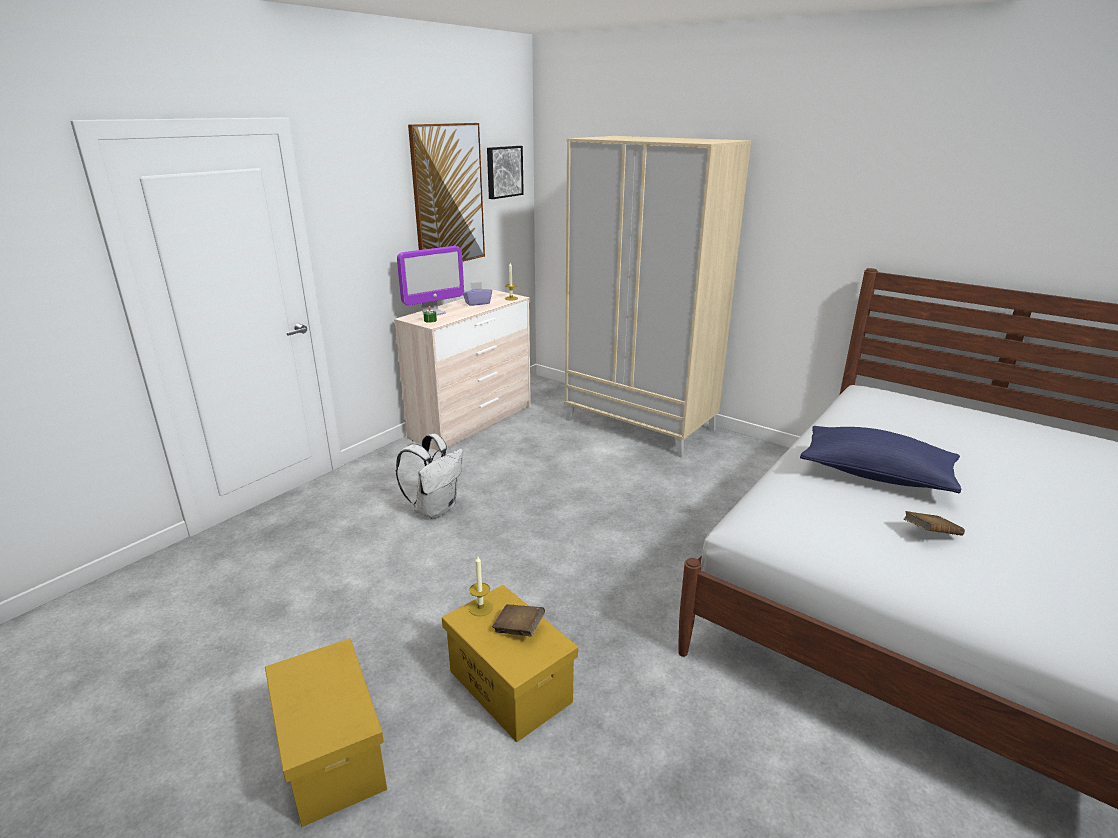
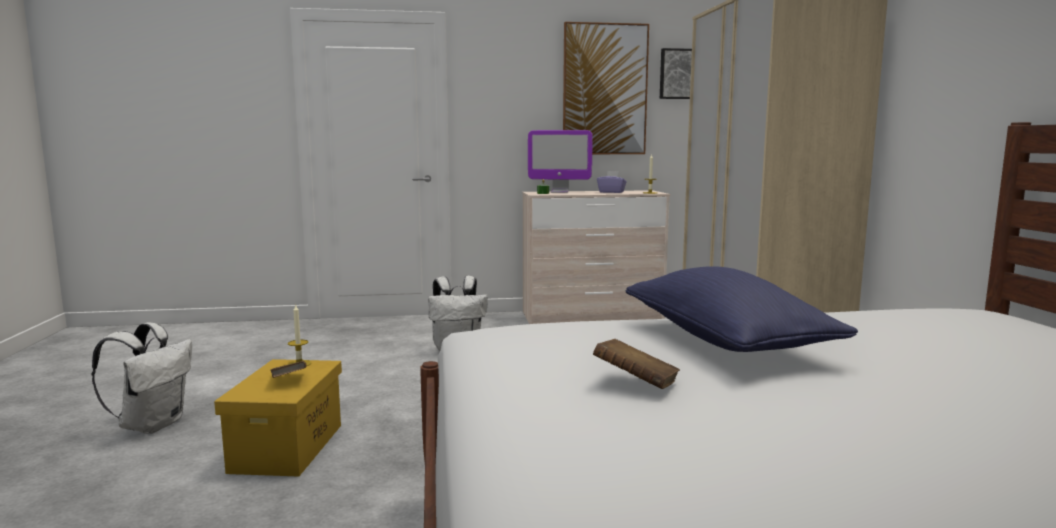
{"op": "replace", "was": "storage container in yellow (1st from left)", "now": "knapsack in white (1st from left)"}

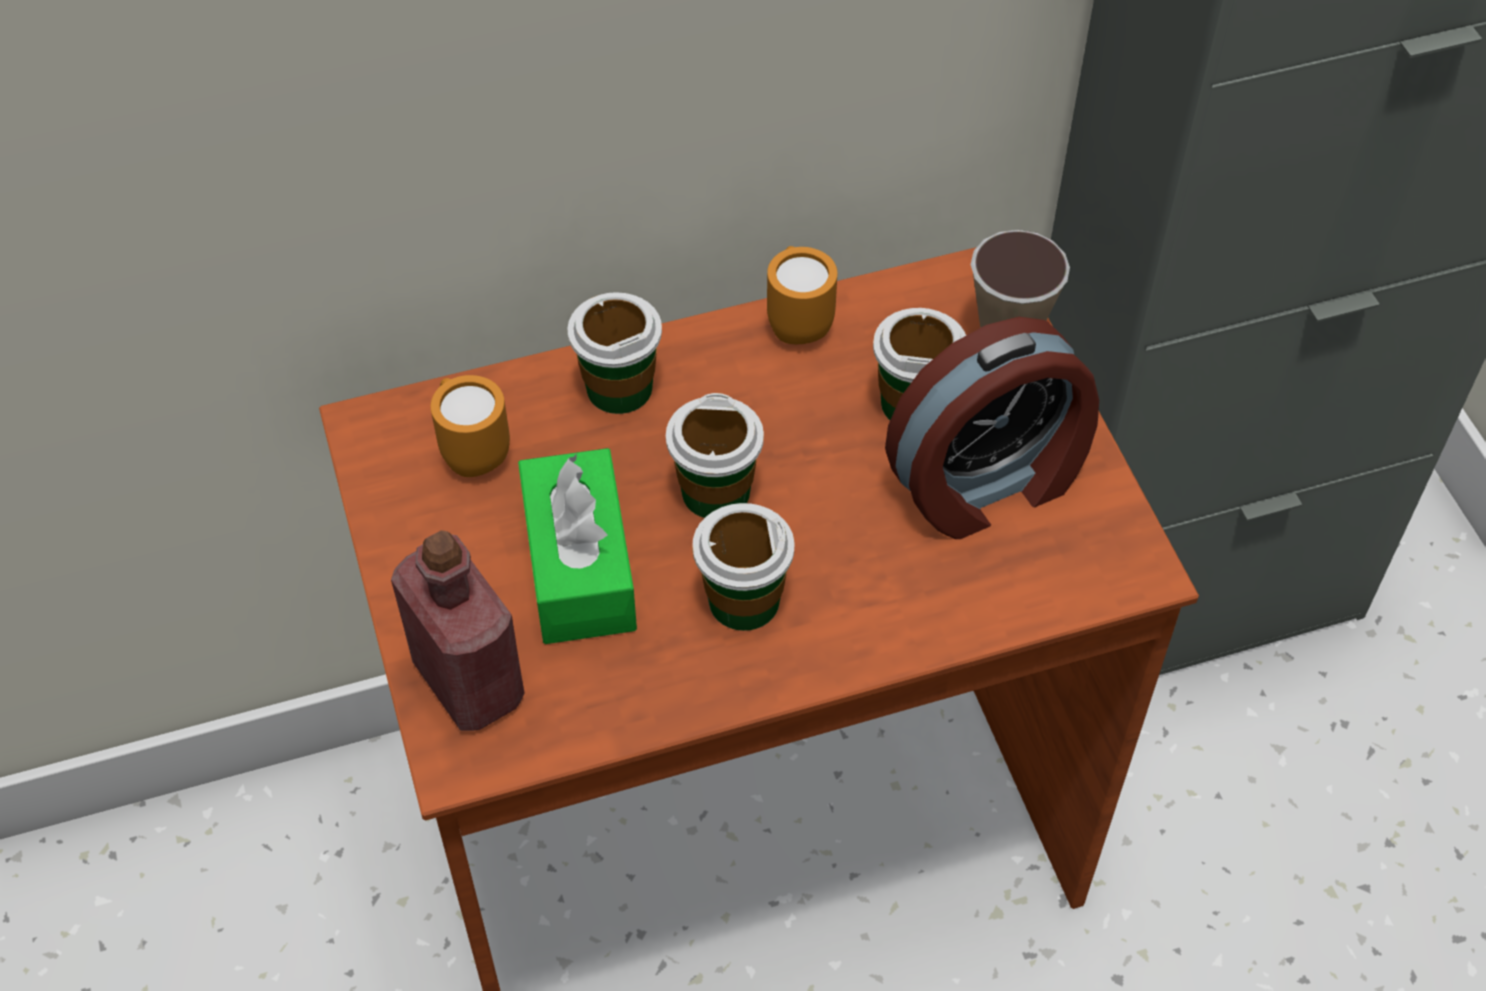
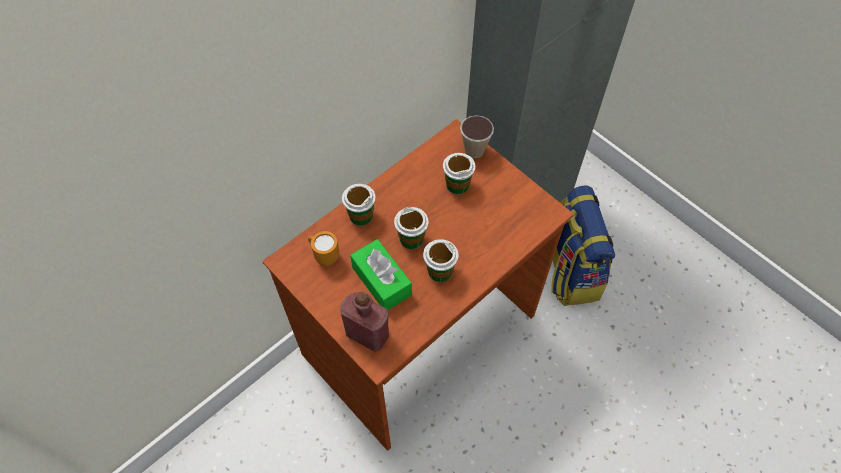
{"op": "insert", "now": "knapsack"}
{"op": "delete", "was": "tea mug in orangey (2nd from left)"}
{"op": "delete", "was": "alarm clock"}

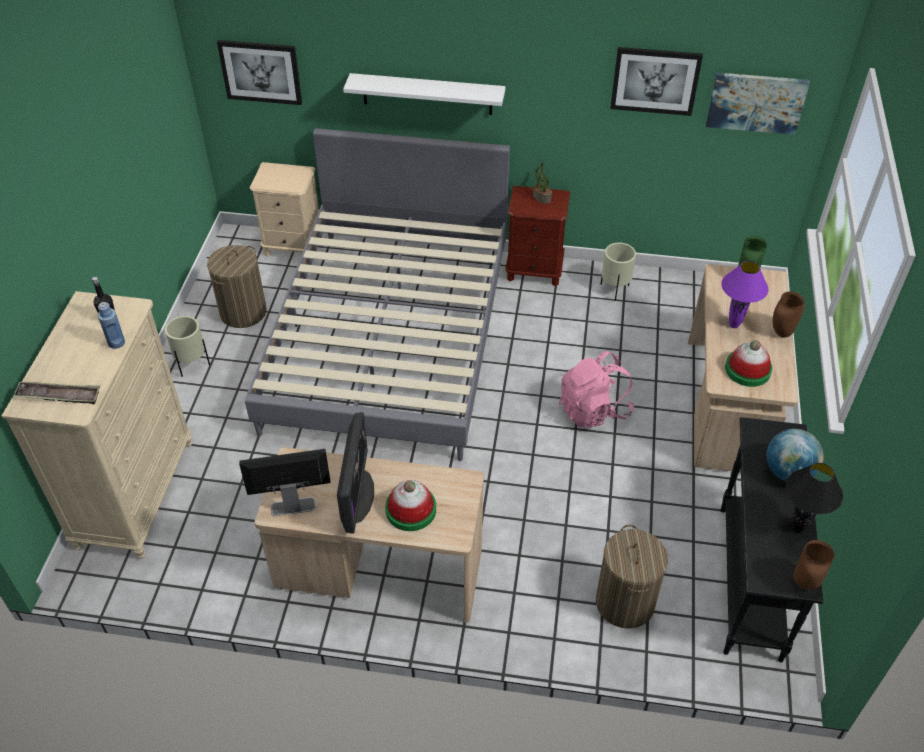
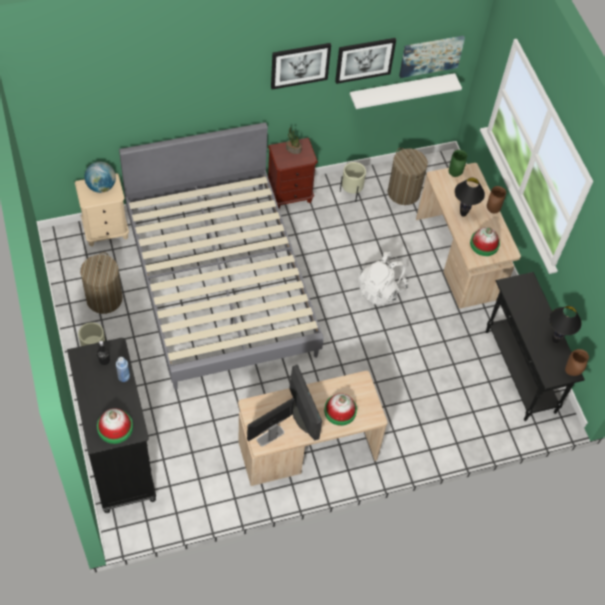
{"op": "recolor", "was": "drawer chest in beige", "now": "drawer chest in black-coloured"}
{"op": "move", "was": "world globe"}
{"op": "replace", "was": "serving tray", "now": "clothing hat (1st from left)"}
{"op": "move", "was": "wall art (1st from left)"}
{"op": "move", "was": "shelf in white"}
{"op": "recolor", "was": "knapsack in pink", "now": "knapsack in white"}
{"op": "move", "was": "hamper (2nd from left)"}
{"op": "recolor", "was": "table lamp in purple", "now": "table lamp in black-coloured (1st from left)"}

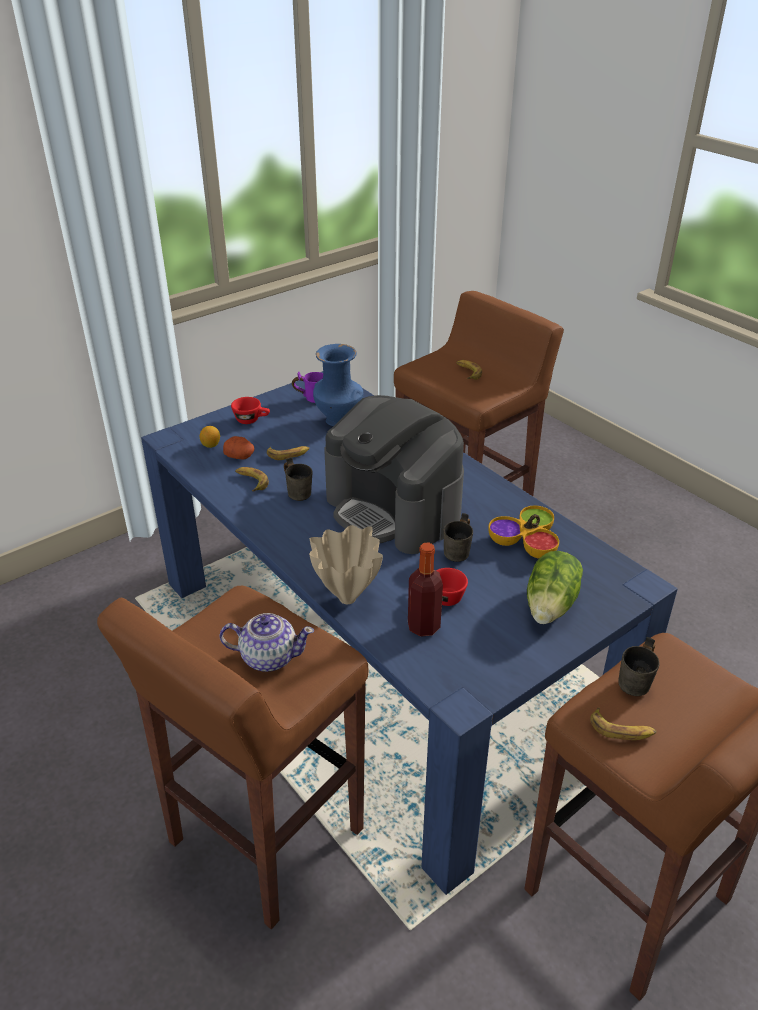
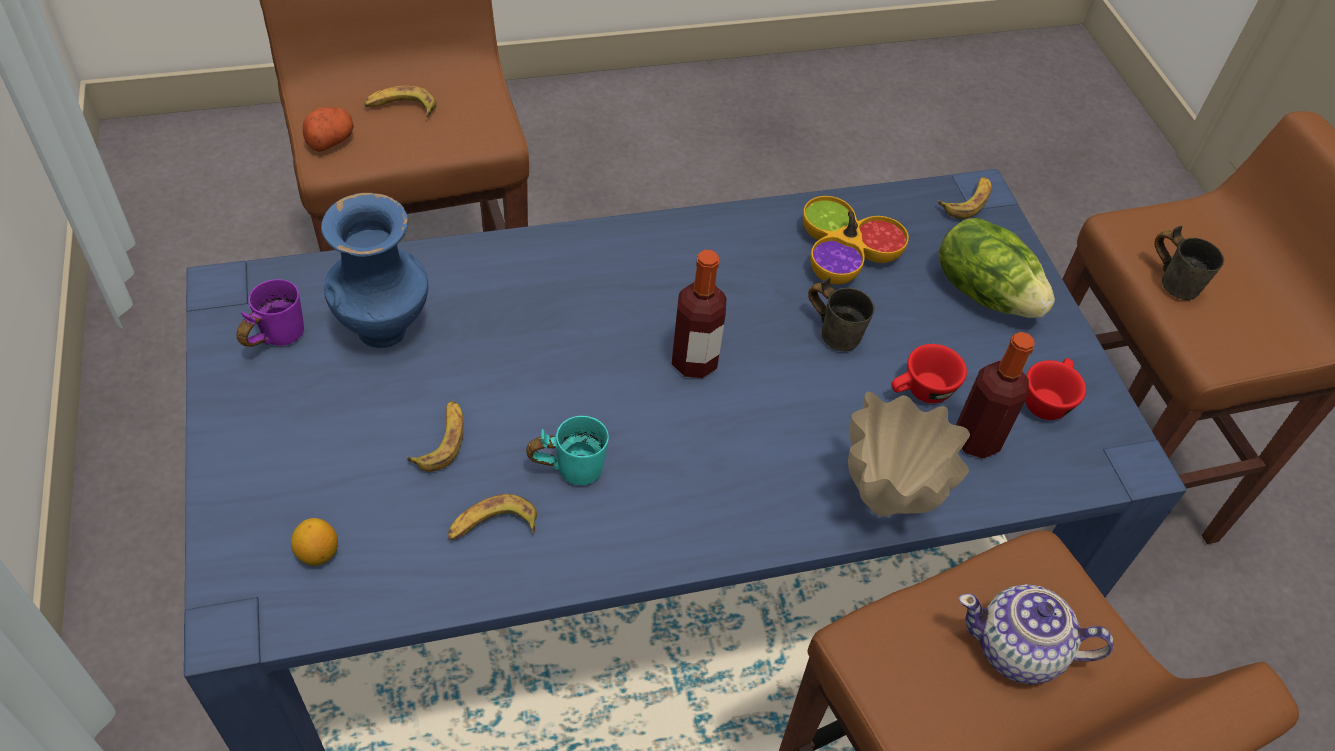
{"op": "move", "was": "whole potato"}
{"op": "recolor", "was": "tea mug in greyish (1st from left)", "now": "tea mug in turquoise"}
{"op": "replace", "was": "coffee maker", "now": "beverage bottle (1st from left)"}
{"op": "move", "was": "whole banana (4th from left)"}
{"op": "rotate", "was": "teapot", "clockwise": -105}
{"op": "move", "was": "drinking cup in red-coloured (1st from left in the first image)", "now": "drinking cup in red-coloured (2nd from left)"}

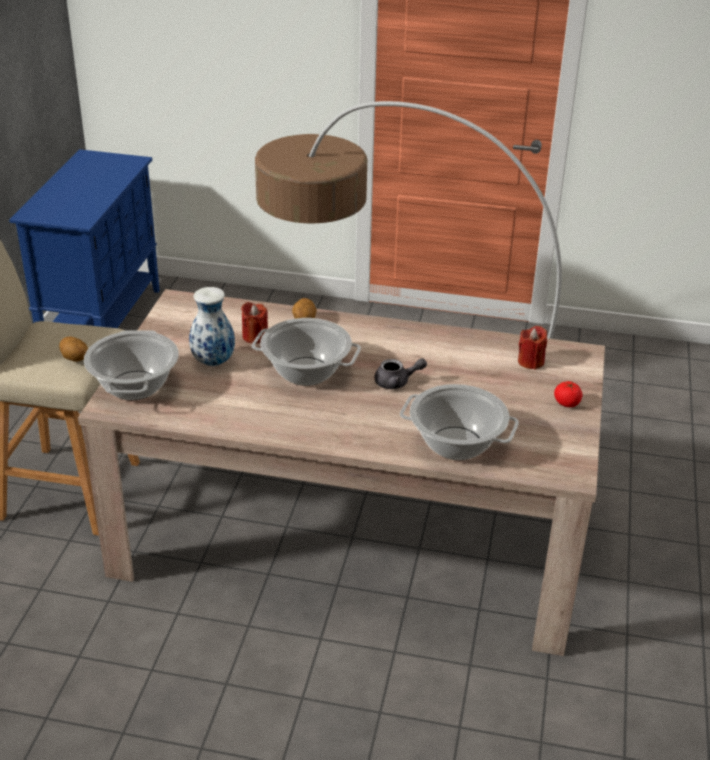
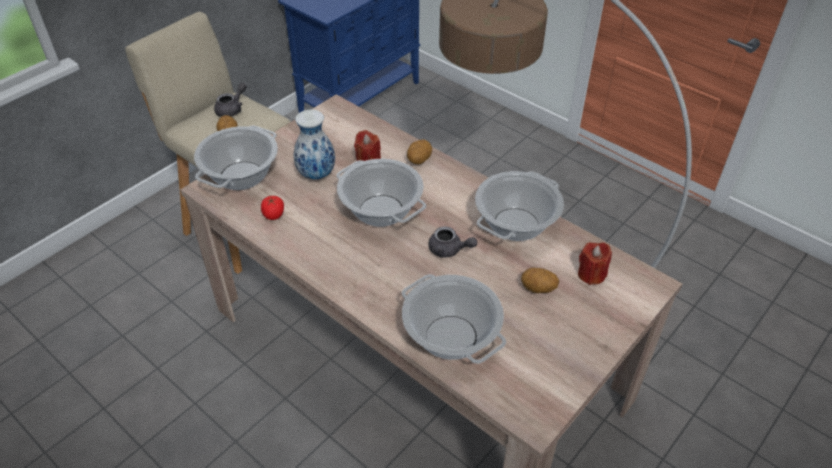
{"op": "insert", "now": "teapot in greyish (1st from left)"}
{"op": "move", "was": "whole tomato"}
{"op": "insert", "now": "cooking pot (4th from left)"}
{"op": "insert", "now": "whole potato (3rd from left)"}

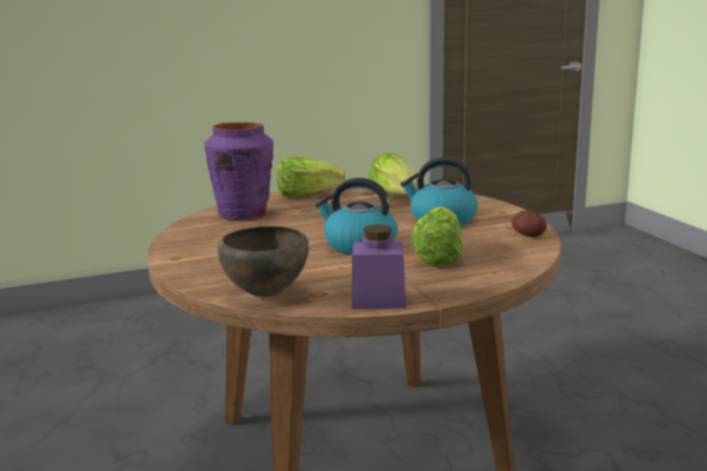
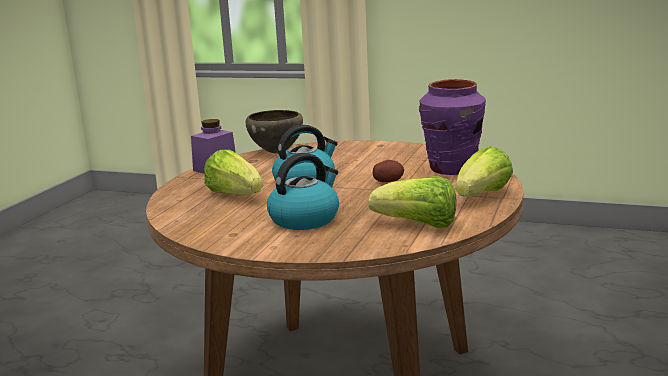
{"op": "move", "was": "whole potato"}

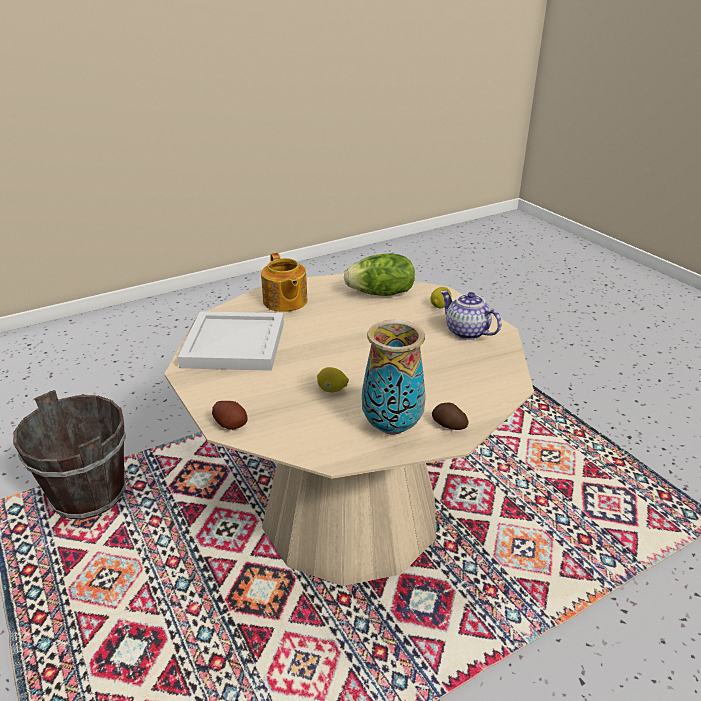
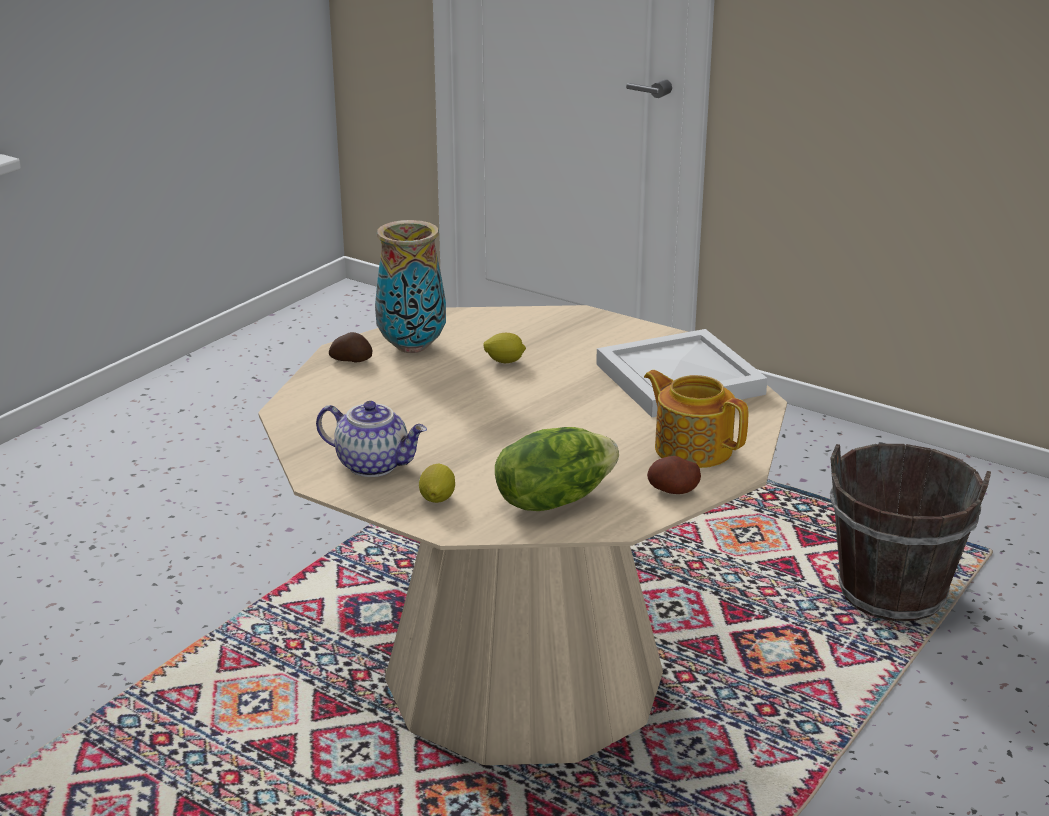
{"op": "move", "was": "whole potato (1st from left in the first image)", "now": "whole potato (2nd from left)"}

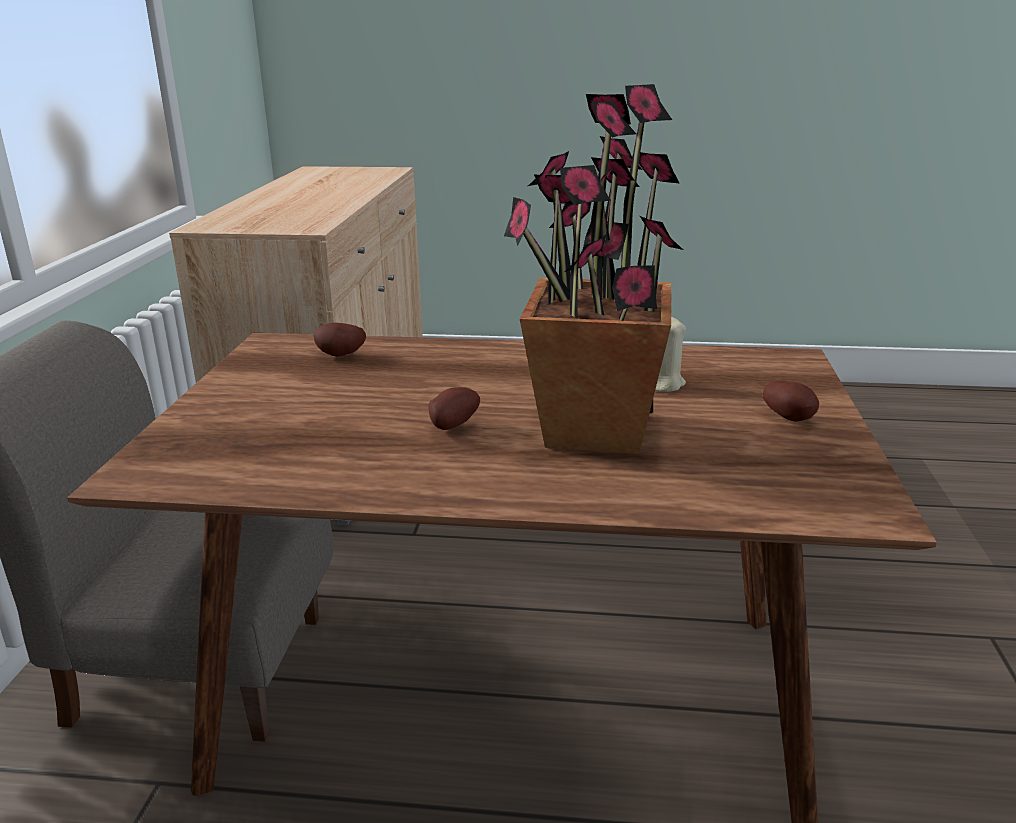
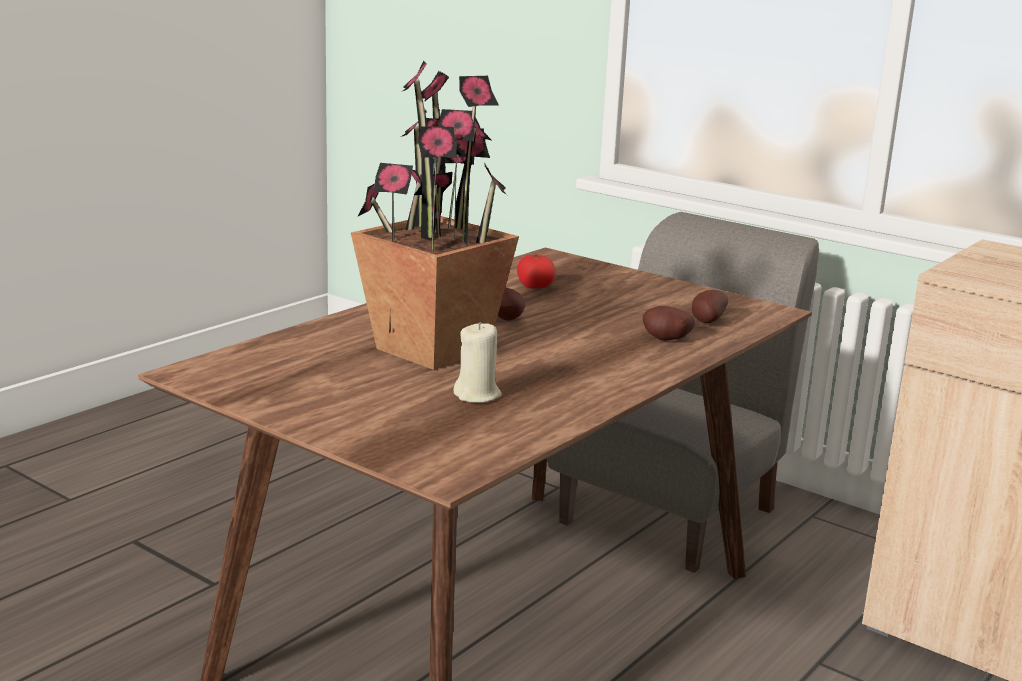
{"op": "insert", "now": "whole tomato"}
{"op": "move", "was": "whole potato (3rd from left in the first image)", "now": "whole potato (2nd from left)"}

